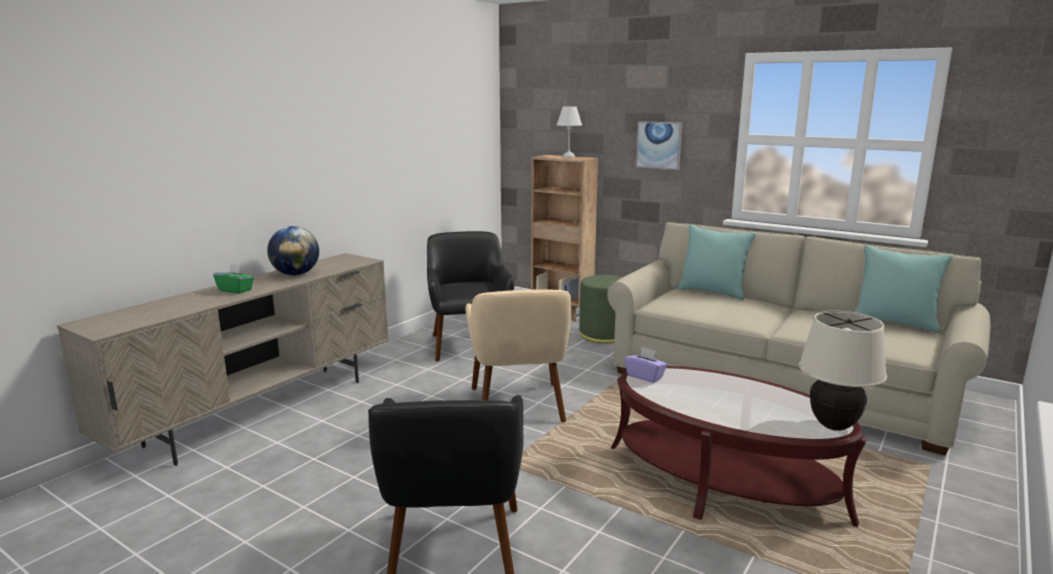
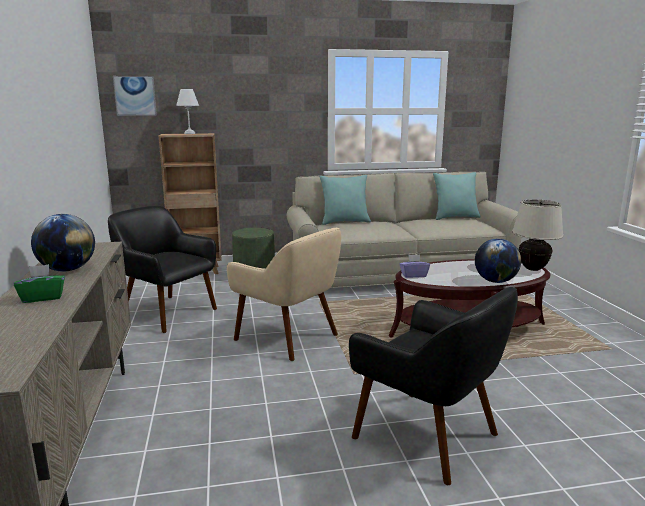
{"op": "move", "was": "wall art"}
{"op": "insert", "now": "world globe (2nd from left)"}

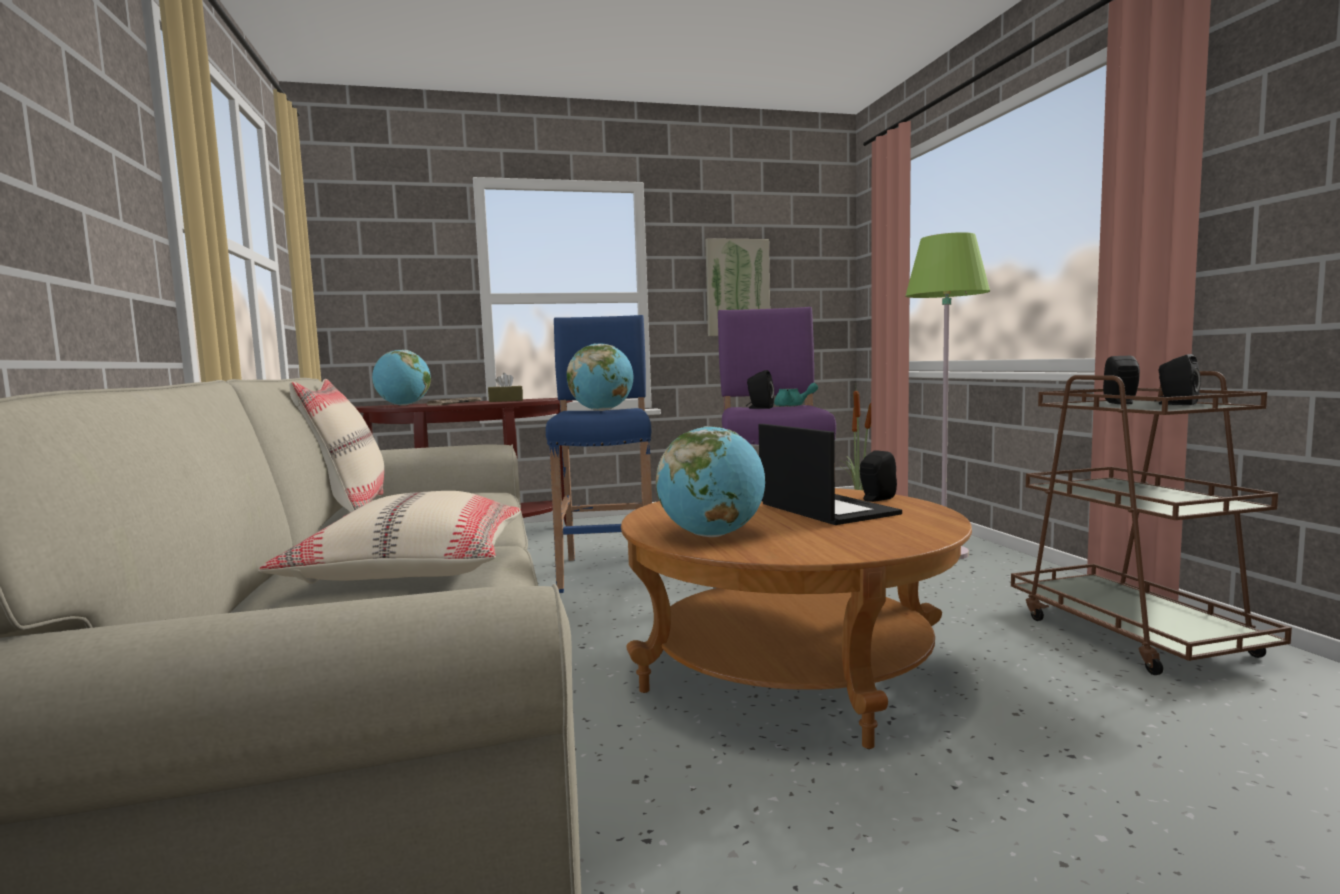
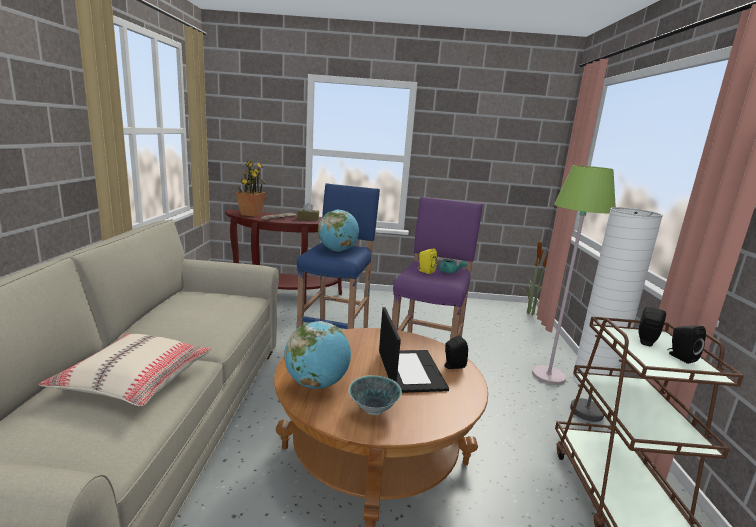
{"op": "replace", "was": "world globe (1st from left)", "now": "plant in a pot (1st from left)"}
{"op": "insert", "now": "serving bowl"}
{"op": "recolor", "was": "loudspeaker in black-coloured (1st from left)", "now": "loudspeaker in yellow"}
{"op": "insert", "now": "floor lamp in white"}
{"op": "delete", "was": "cushion in beige (1st from left)"}
{"op": "delete", "was": "wall art"}

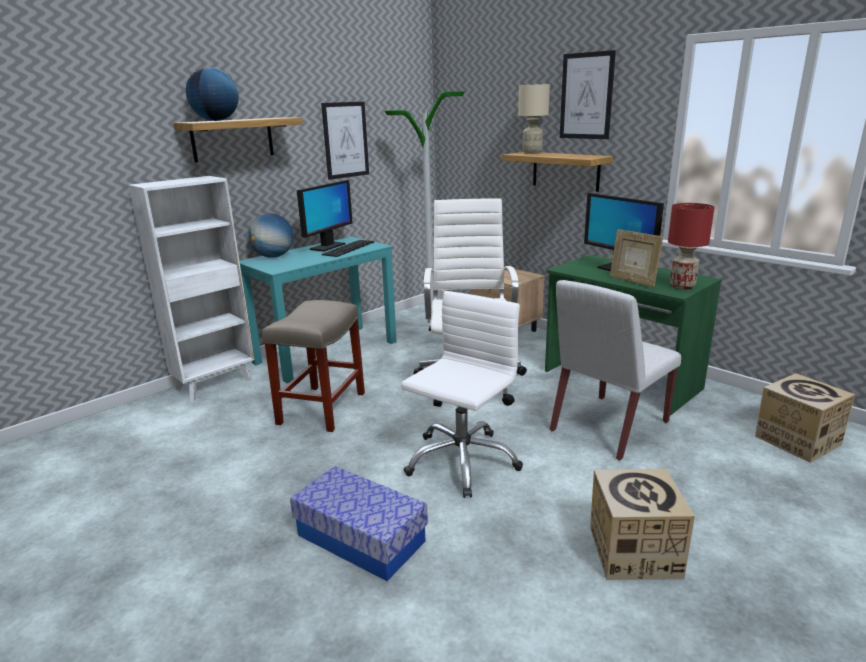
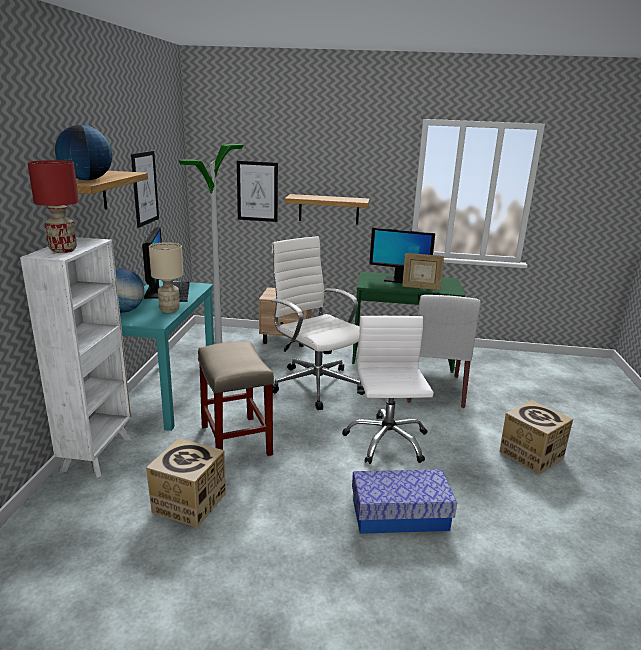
{"op": "move", "was": "table lamp in red-coloured"}
{"op": "move", "was": "cardboard box (2nd from left in the first image)", "now": "cardboard box (1st from left)"}
{"op": "move", "was": "table lamp in beige"}
{"op": "move", "was": "wall art (2nd from left)"}

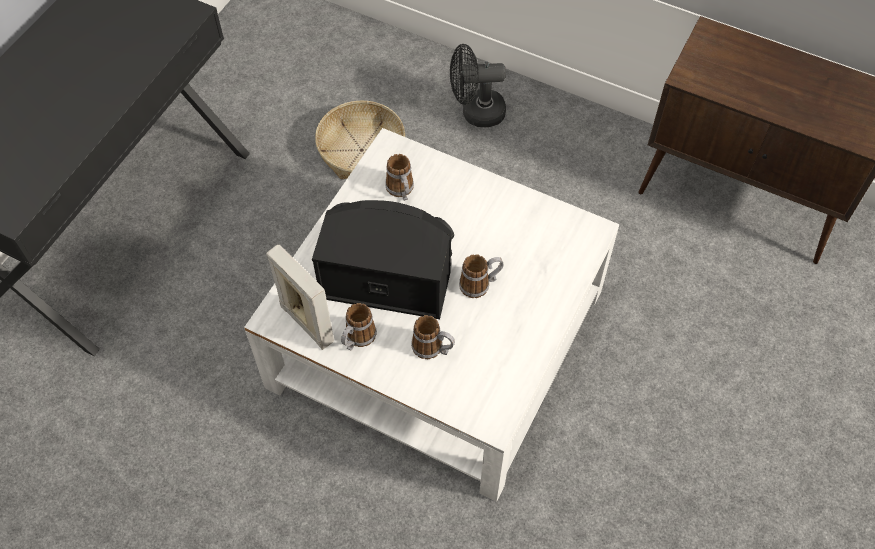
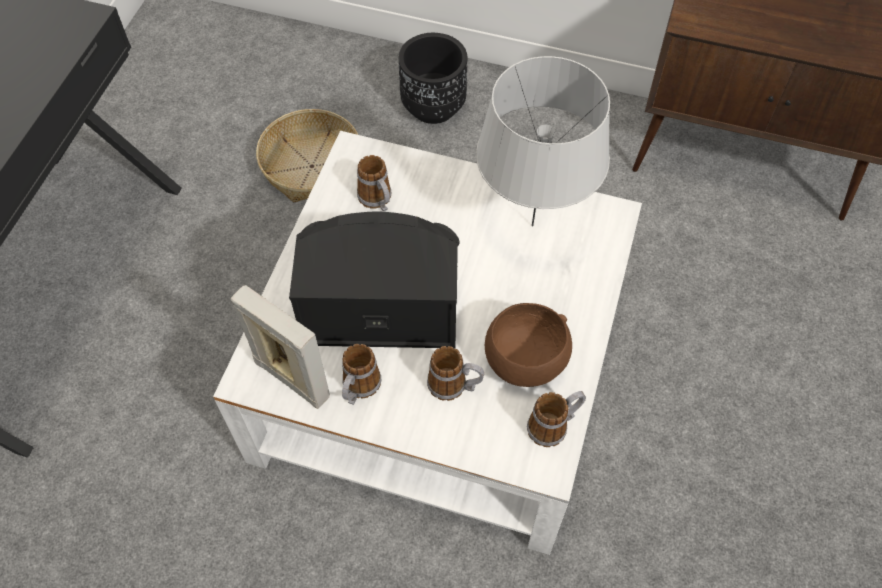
{"op": "replace", "was": "electric fan in black-coloured", "now": "flower pot in black-coloured"}
{"op": "insert", "now": "table lamp in greyish"}
{"op": "insert", "now": "serving bowl in brown"}
{"op": "move", "was": "tea mug (4th from left)"}

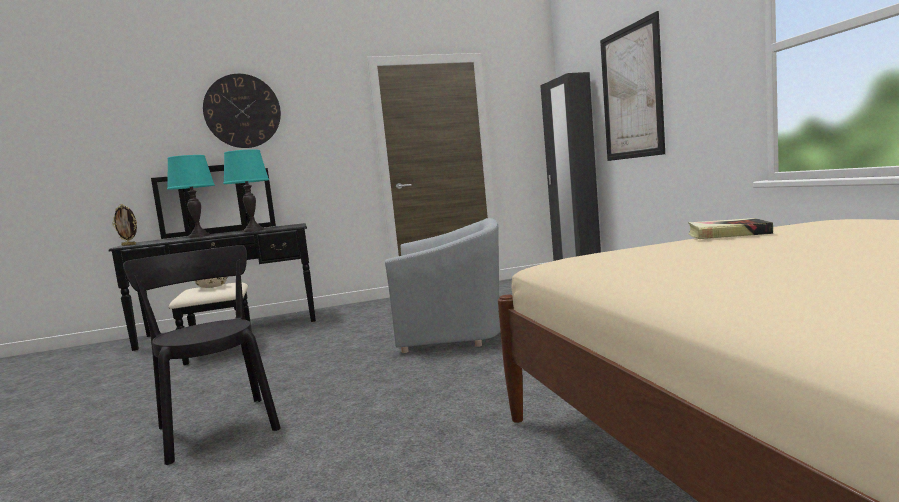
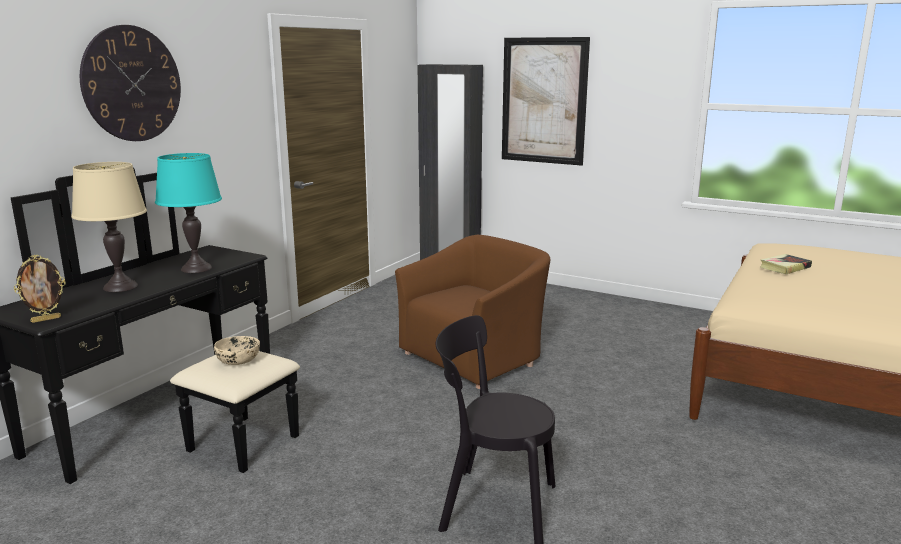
{"op": "recolor", "was": "table lamp in turquoise (1st from left)", "now": "table lamp in beige"}
{"op": "recolor", "was": "lounge chair in greyish", "now": "lounge chair in brown"}

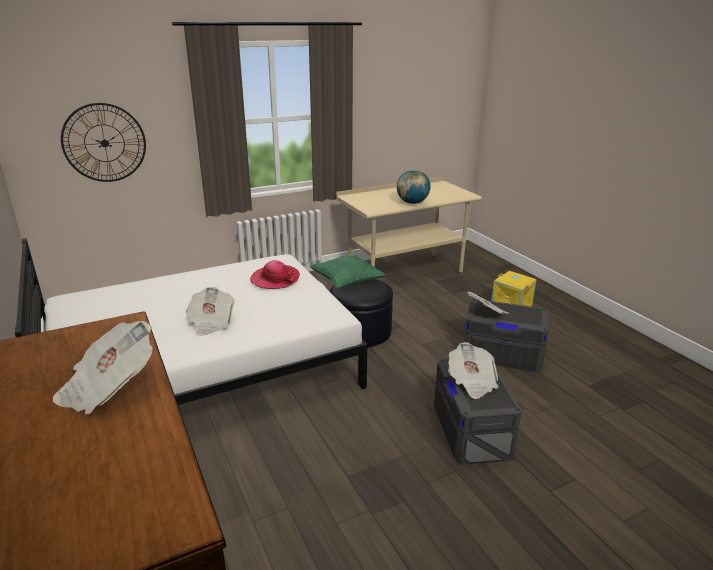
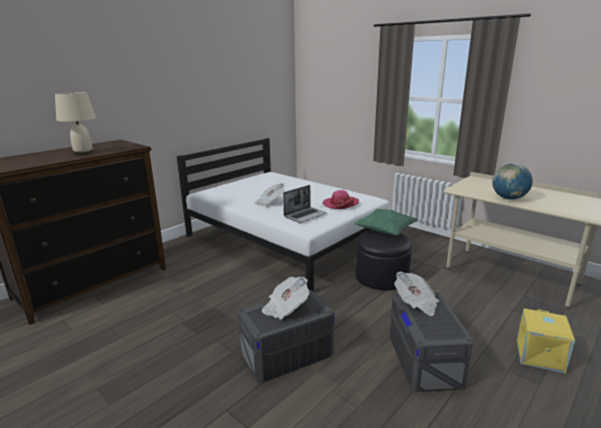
{"op": "replace", "was": "printed paper (1st from left)", "now": "table lamp in beige"}
{"op": "insert", "now": "notebook computer"}
{"op": "delete", "was": "hanging clock"}

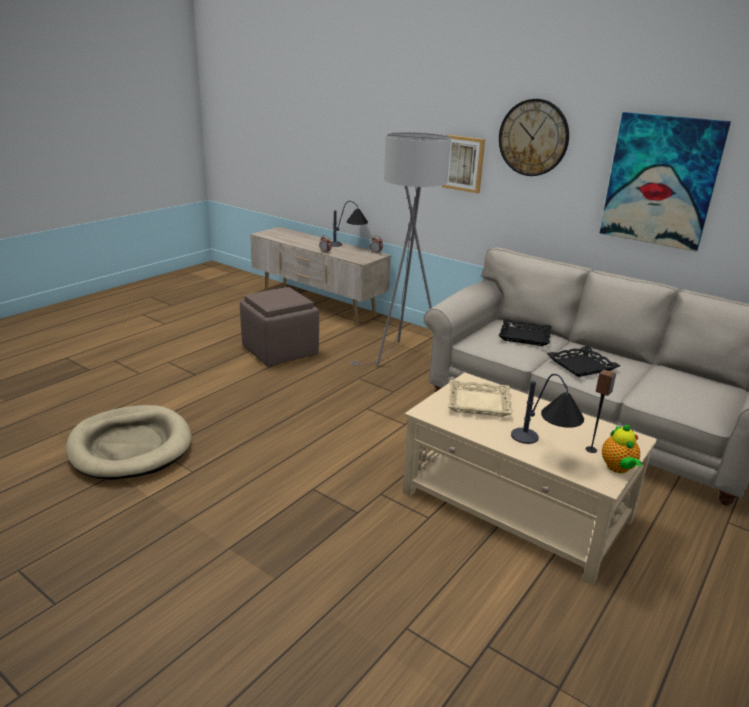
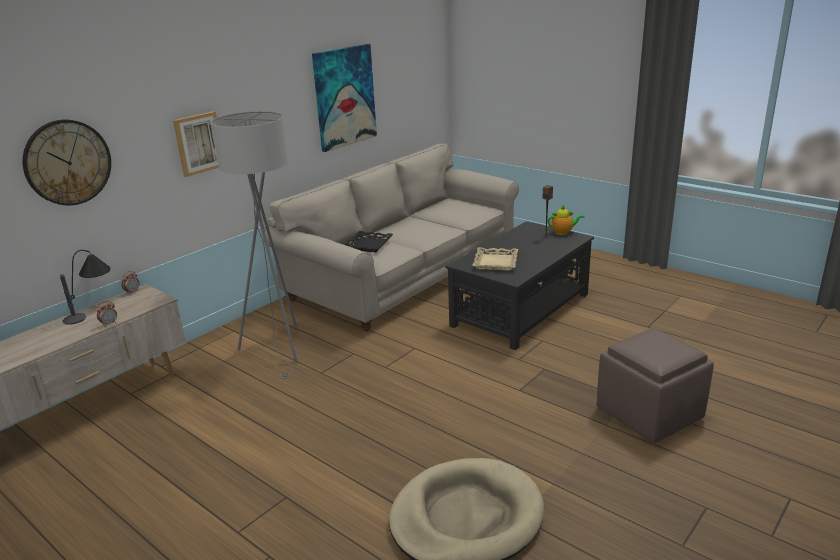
{"op": "move", "was": "hanging clock"}
{"op": "recolor", "was": "coffee table in beige", "now": "coffee table in black-coloured"}
{"op": "move", "was": "footrest in brown"}
{"op": "delete", "was": "table lamp (2nd from left)"}
{"op": "delete", "was": "serving tray in black-coloured (2nd from left)"}

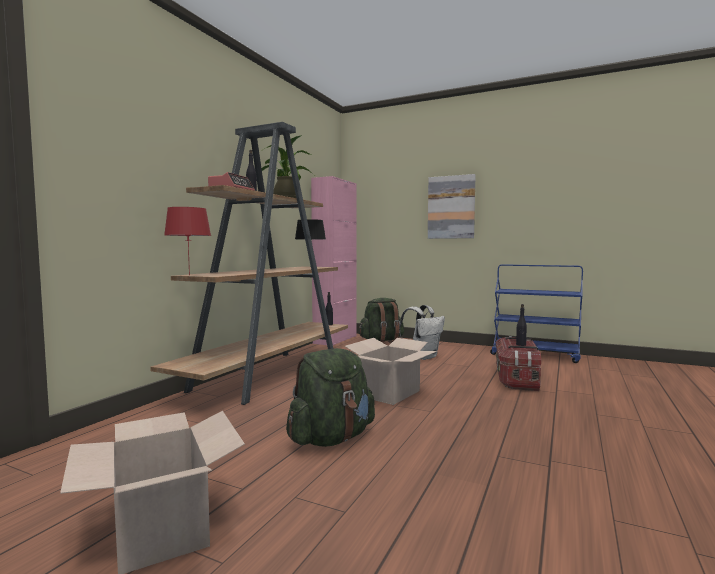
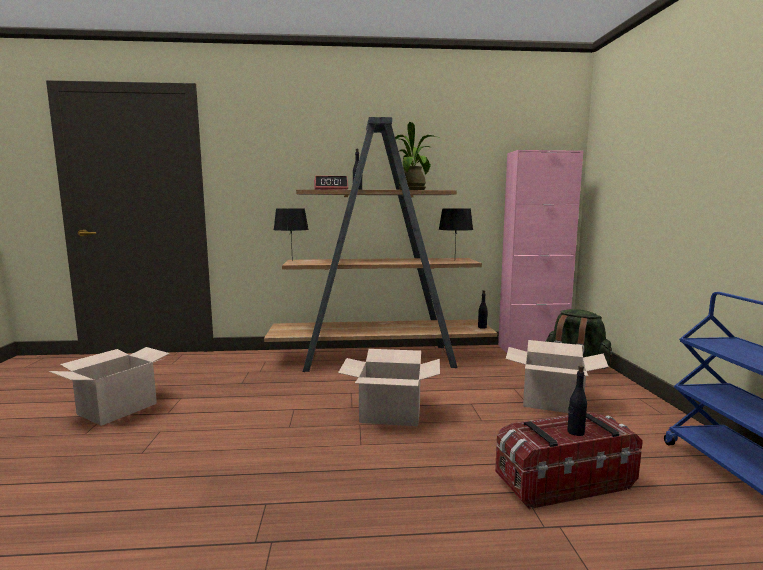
{"op": "recolor", "was": "table lamp in red-coloured", "now": "table lamp in black-coloured (1st from left)"}
{"op": "replace", "was": "knapsack in white", "now": "cardboard box (3rd from left)"}
{"op": "delete", "was": "knapsack in greenish (1st from left)"}
{"op": "delete", "was": "wall art"}

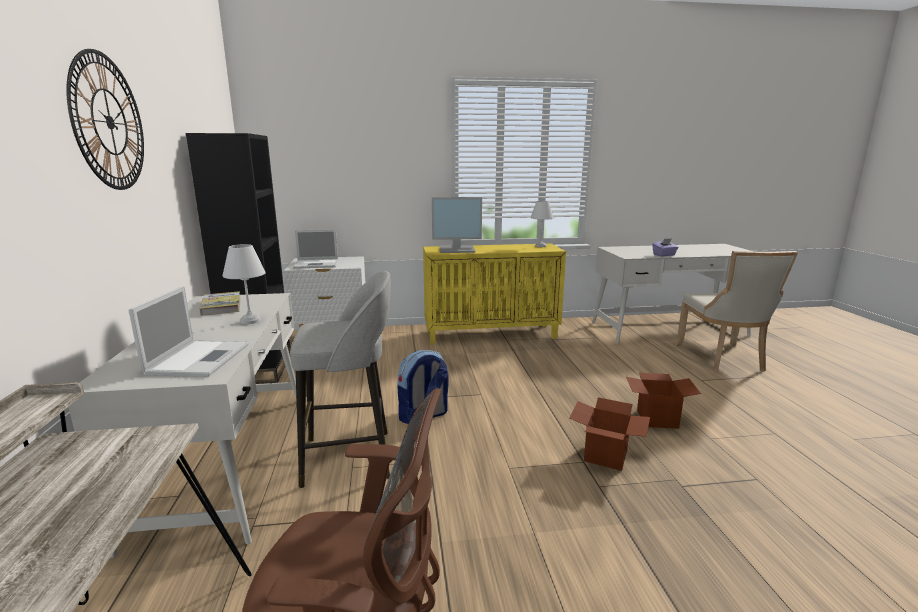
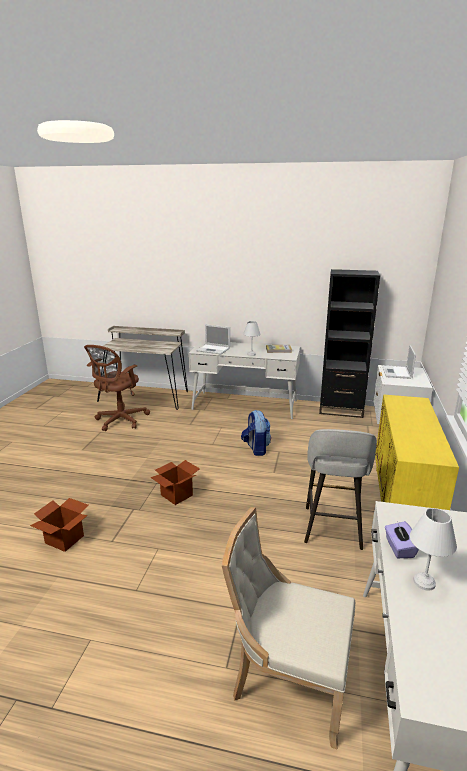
{"op": "move", "was": "cardboard box (2nd from left in the first image)", "now": "cardboard box (1st from left)"}
{"op": "move", "was": "stool in greyish"}
{"op": "move", "was": "table lamp in white (2nd from left)"}
{"op": "delete", "was": "hanging clock"}
{"op": "delete", "was": "monitor"}

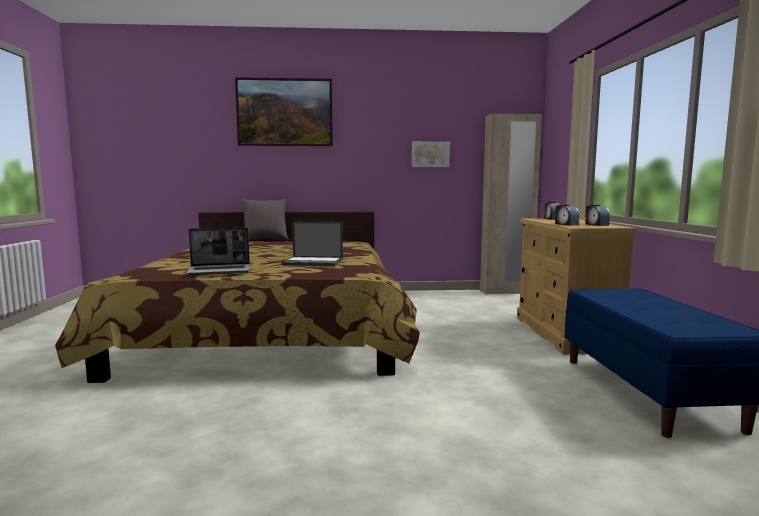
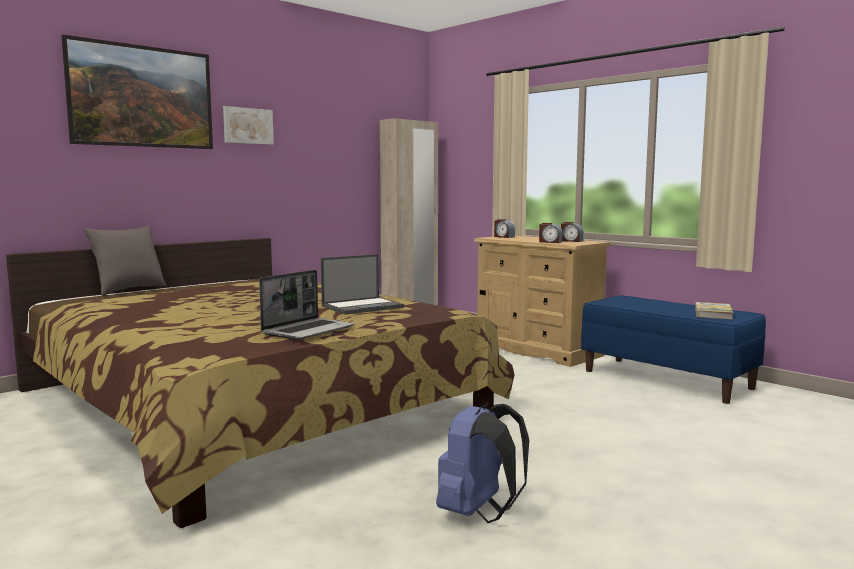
{"op": "move", "was": "wall art (2nd from left)"}
{"op": "insert", "now": "knapsack in bluish"}
{"op": "insert", "now": "bound book"}

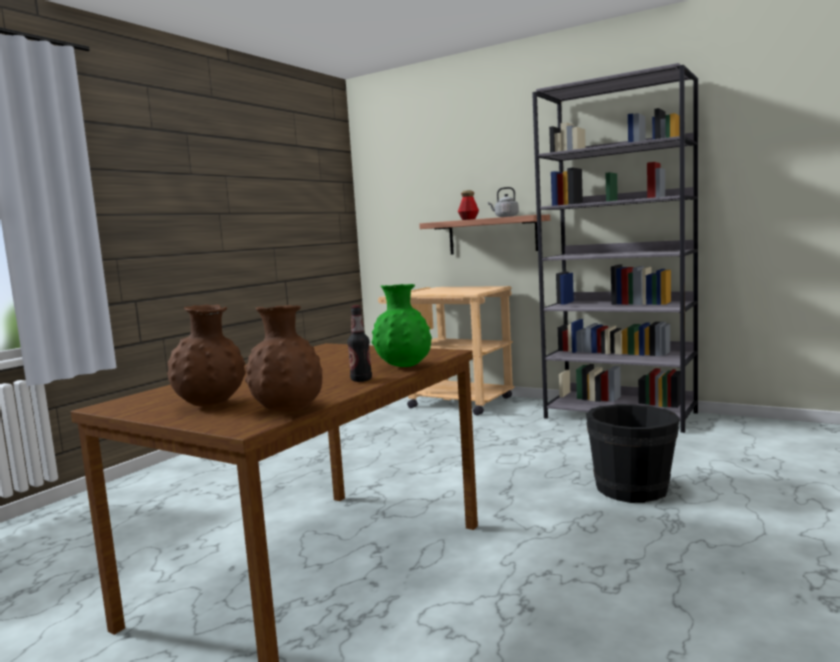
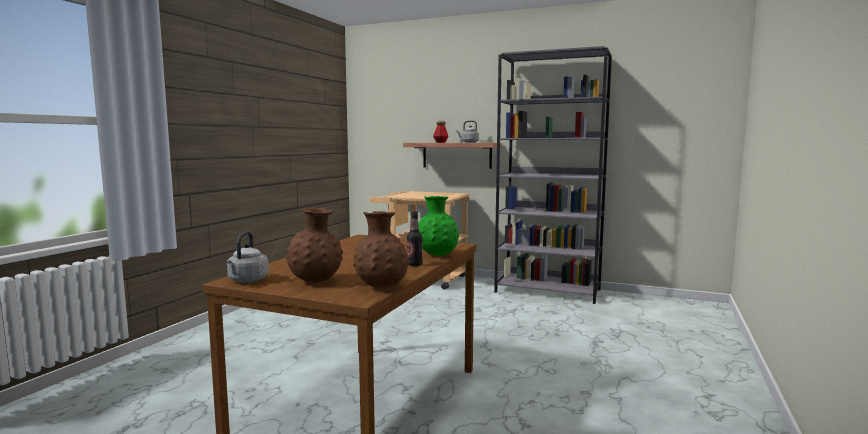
{"op": "insert", "now": "tea kettle in greyish (1st from left)"}
{"op": "delete", "was": "bucket in black-coloured"}

